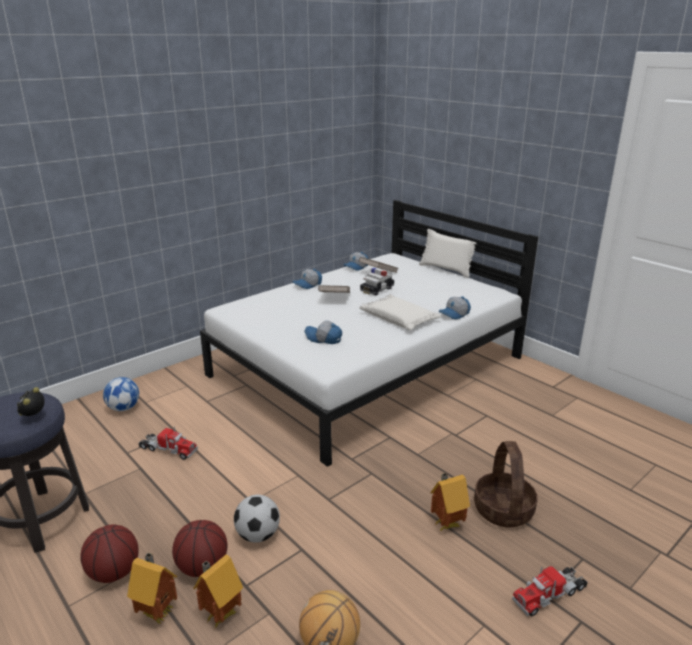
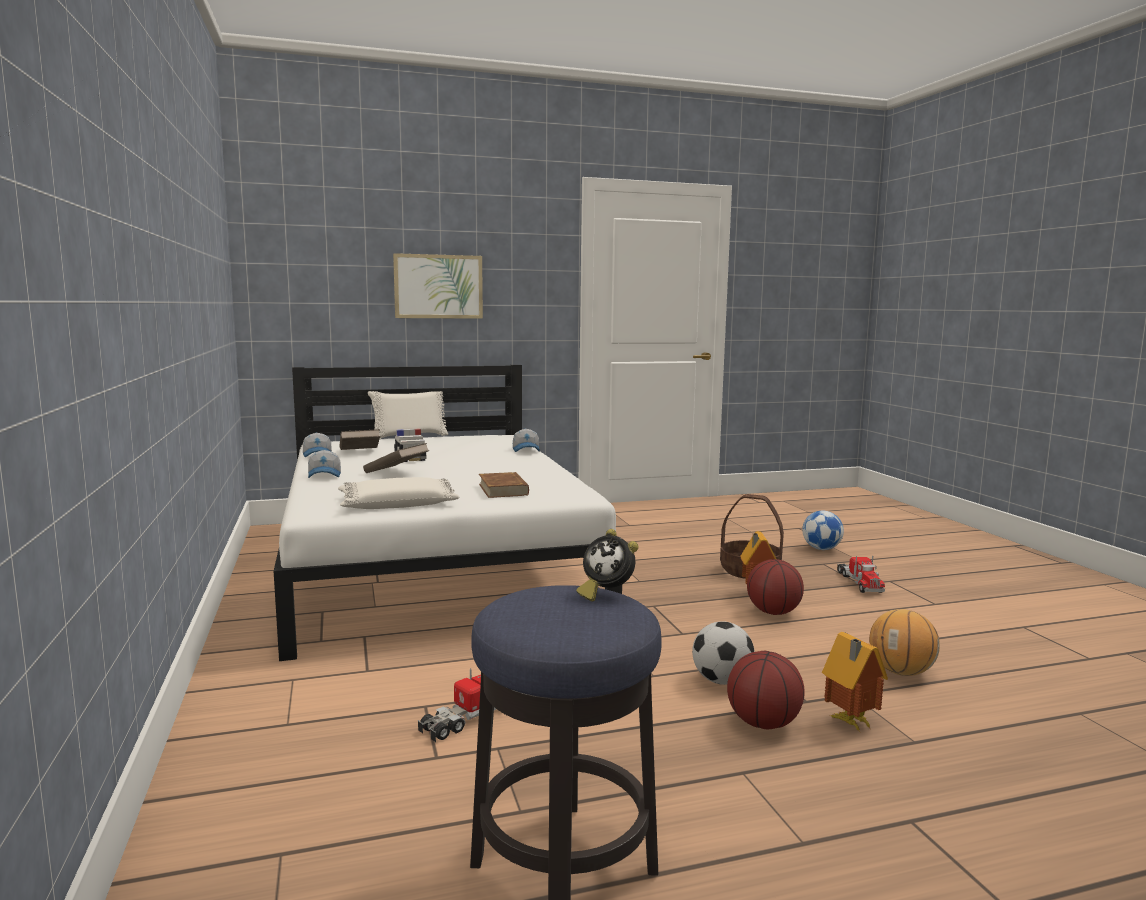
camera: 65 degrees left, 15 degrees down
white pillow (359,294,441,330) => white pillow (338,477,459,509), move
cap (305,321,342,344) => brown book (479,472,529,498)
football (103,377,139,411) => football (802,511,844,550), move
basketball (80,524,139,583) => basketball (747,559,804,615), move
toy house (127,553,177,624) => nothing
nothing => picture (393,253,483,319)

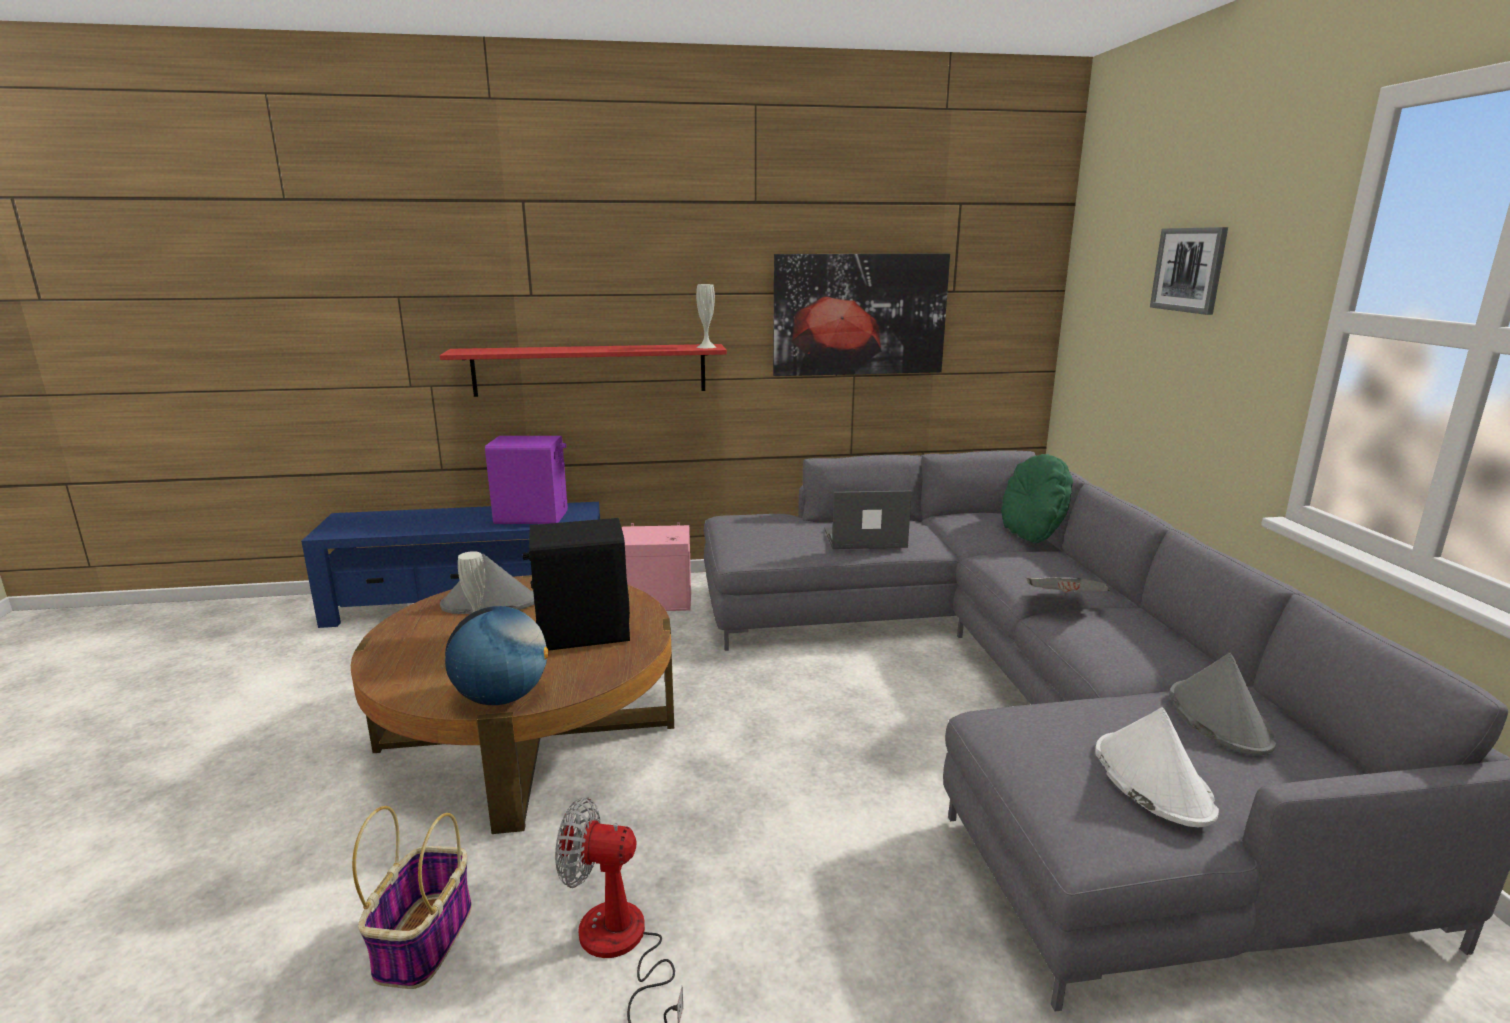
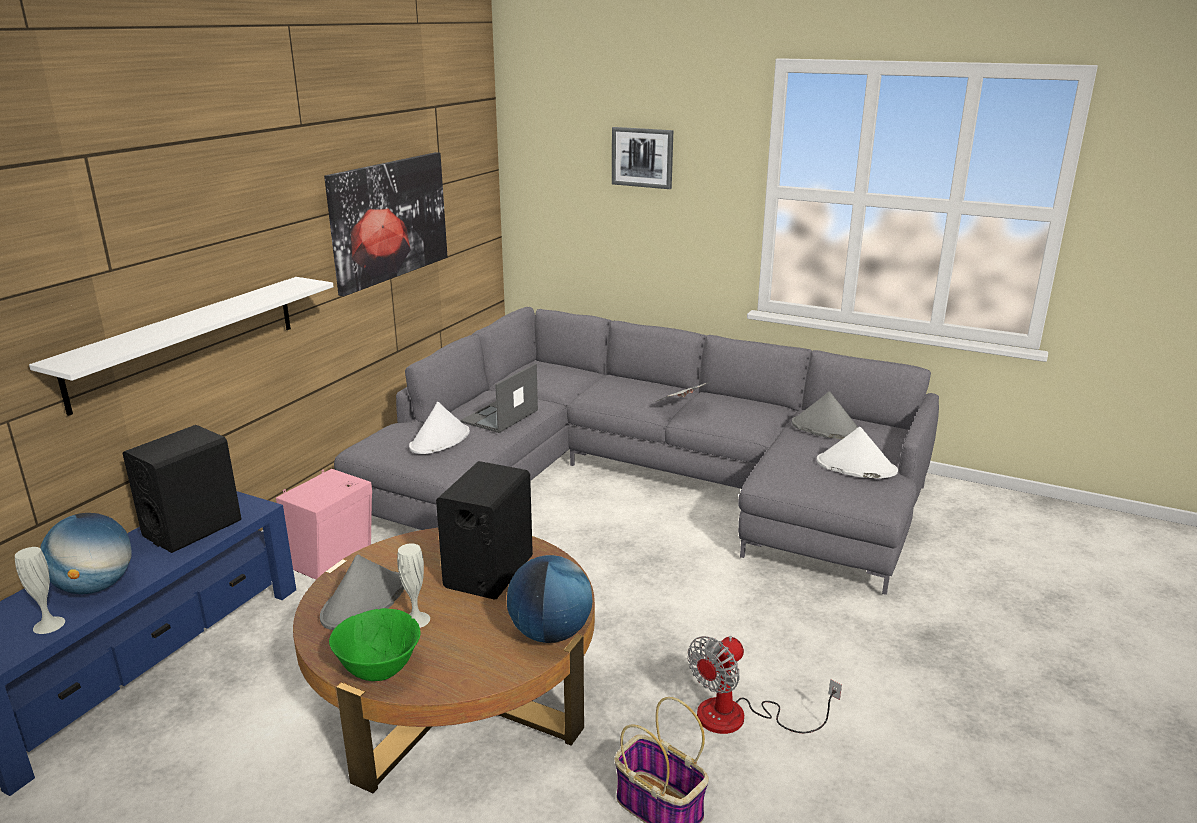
camera: 55 degrees left, 5 degrees up
white vase (696,284,716,348) => white vase (15,547,65,634), move
red shelf (440,344,727,397) => white shelf (29,277,334,416)
purple speaker (485,436,568,524) => black speaker (123,425,241,553)
green pillow (1001,454,1073,543) => nothing
nothing => white hat (409,402,470,454)
nothing => globe (40,513,132,594)
nothing => green bowl (329,608,421,681)

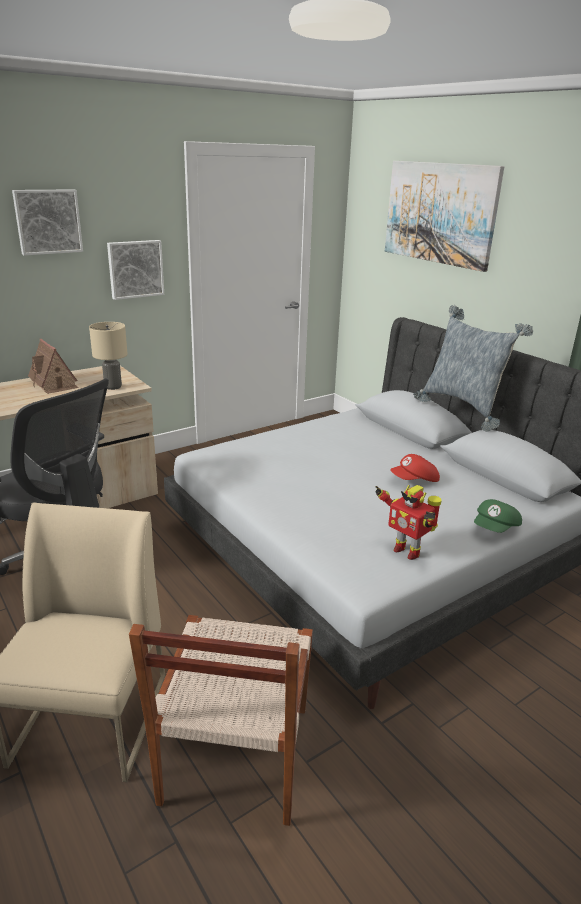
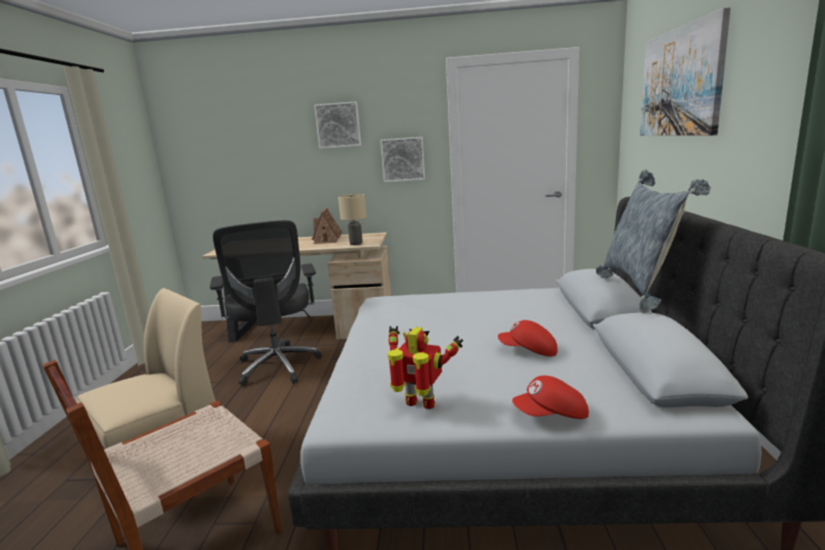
camera: 40 degrees right, 10 degrees down
toy robot (375,485,442,560) => toy robot (387,326,463,409), 120 degrees clockwise
green cap (474,499,522,533) => red cap (512,375,589,419)

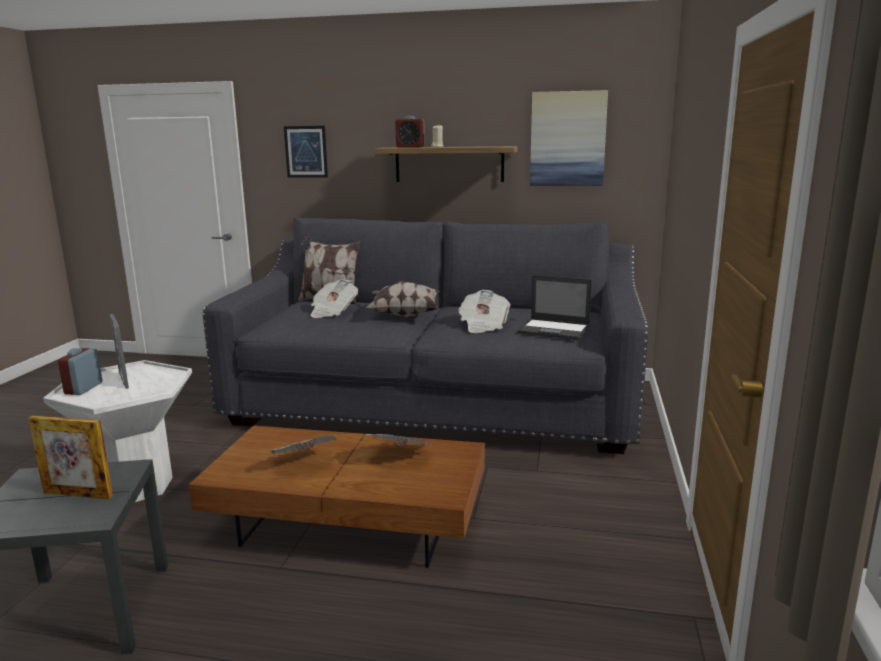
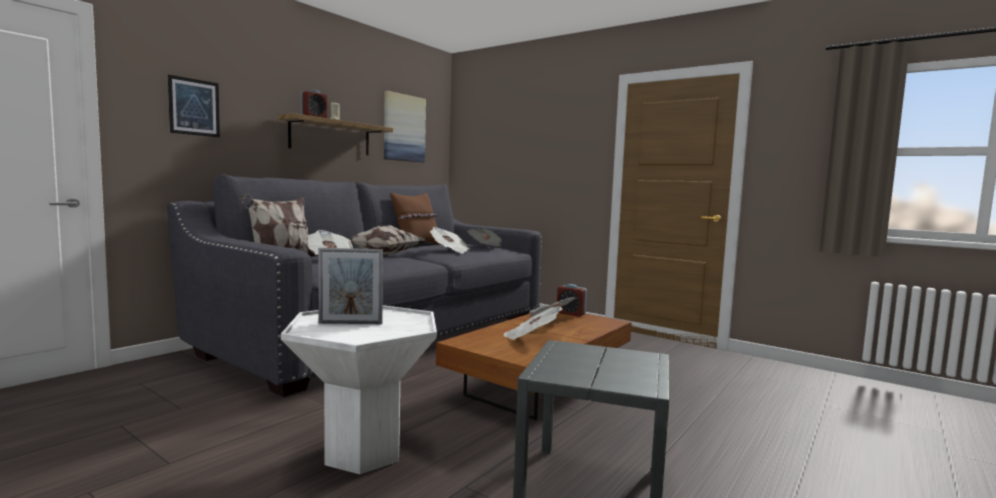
camera: 65 degrees left, 10 degrees down
laptop (517,275,592,340) => newspaper (467,227,502,246)
alarm clock (58,348,102,395) => alarm clock (557,284,587,317), move
picture frame (28,416,113,499) => nothing
nothing => brown pillow (390,192,440,244)

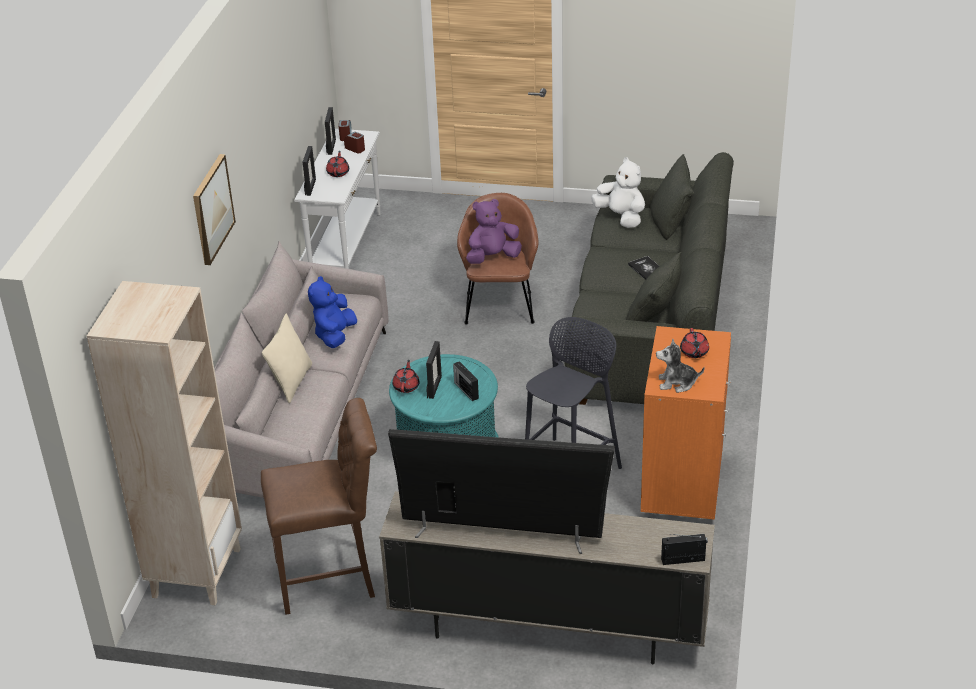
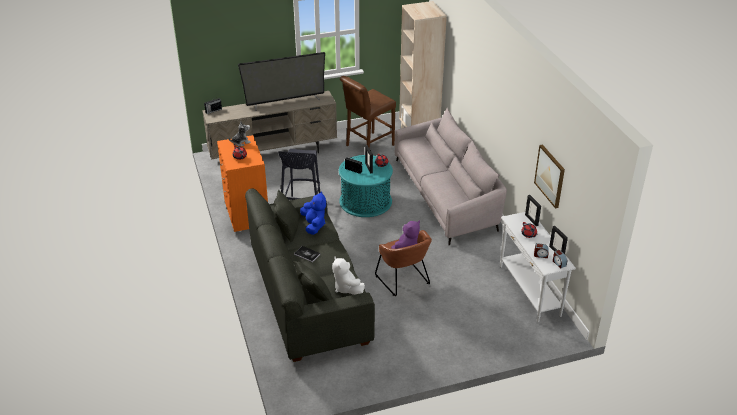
camera: 150 degrees right, 0 degrees up
picture (193,154,236,265) => picture (534,144,565,208), move
white plush toy (591,157,645,228) => white plush toy (332,257,365,295), 45 degrees clockwise
blue plush toy (308,276,357,348) => blue plush toy (300,191,326,235), move
beige pillow (262,314,312,403) => nothing

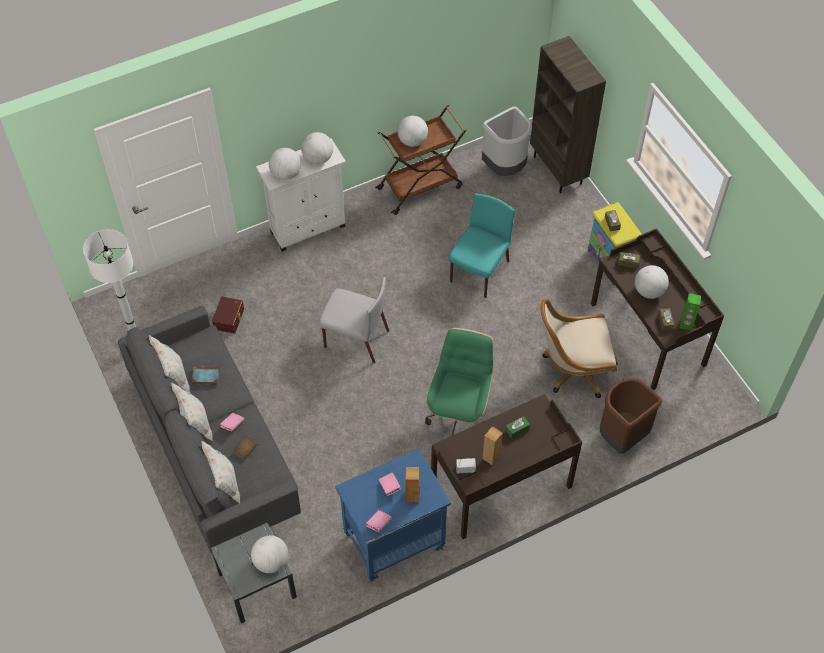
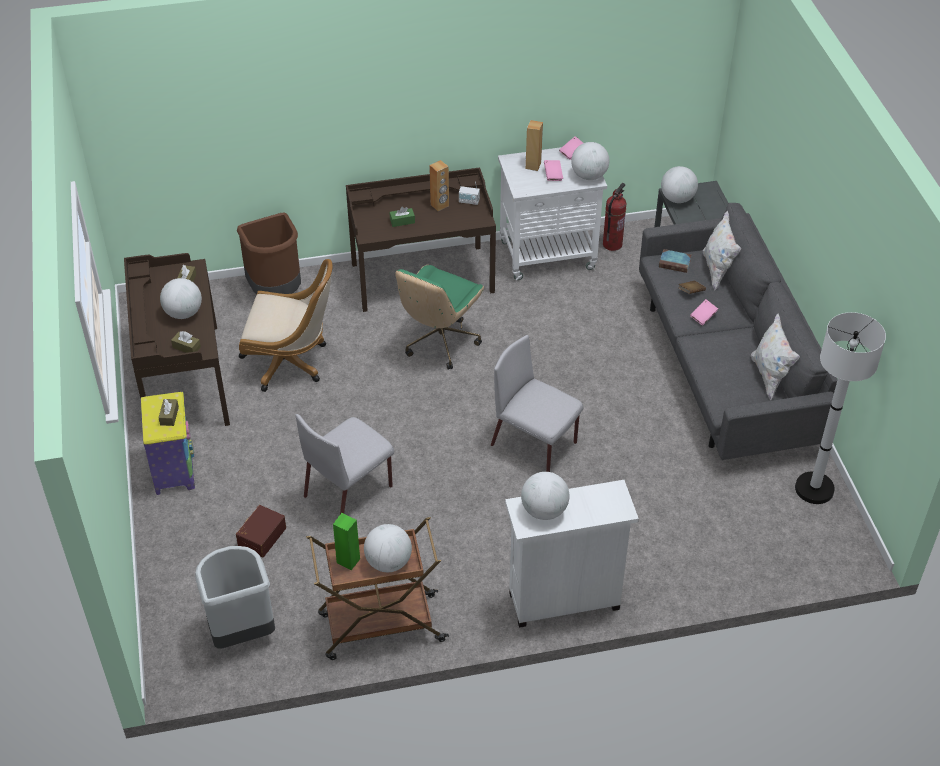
camera: 165 degrees left, 10 degrees down
brown bookcase (530,36,606,193) => nothing
globe (269,148,301,180) => globe (571,142,609,180), move
turquoise chair (448,193,515,298) => grey chair (296,414,394,514)
green speaker (679,293,701,331) => green speaker (333,513,360,570), move
brown storage box (212,296,244,334) => brown storage box (236,505,286,557), move
book (192,365,220,385) => book (659,249,692,273), move
white pillow (171,382,213,441) => nothing
blue cart (335,448,451,583) => white cart (498,147,607,281)
nothing => fire extinguisher (603,183,626,251)

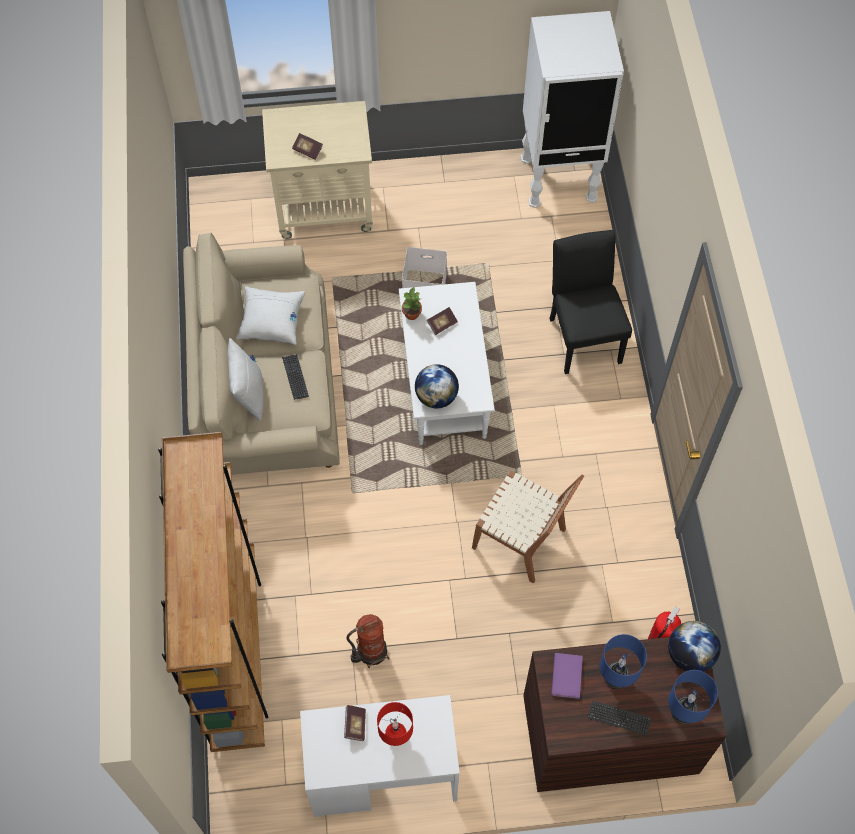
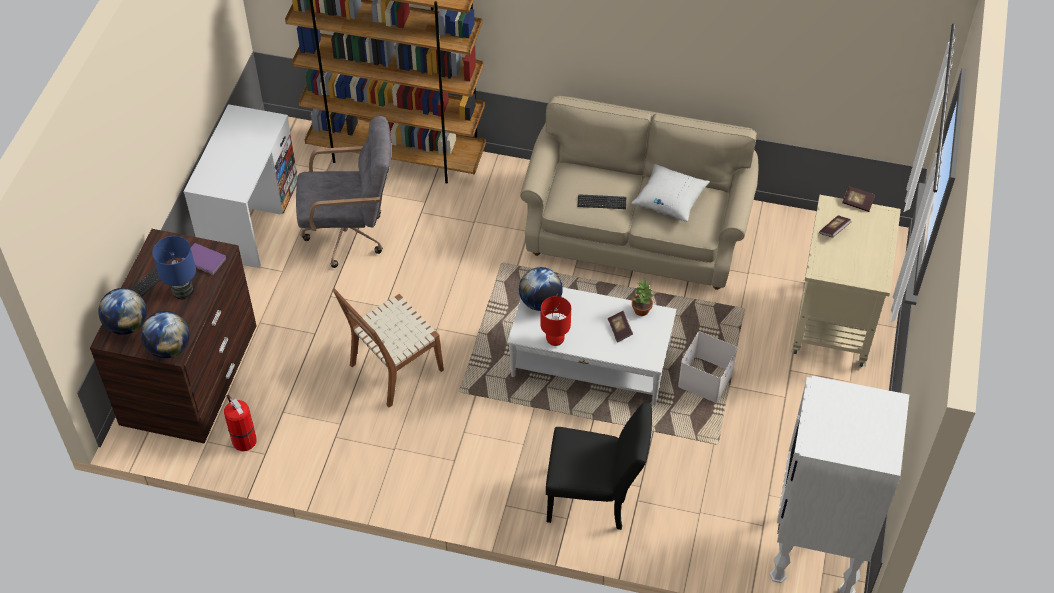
camera: 110 degrees right, 10 degrees down
grey pillow (228,338,264,421) => nothing
fire extinguisher (346,614,389,668) => grey office chair (296,116,391,268)
blue table lamp (668,670,718,724) => globe (98,288,147,335)
red table lamp (377,702,413,746) => red table lamp (540,296,571,346), move
book (344,705,366,741) => book (842,186,875,212), move

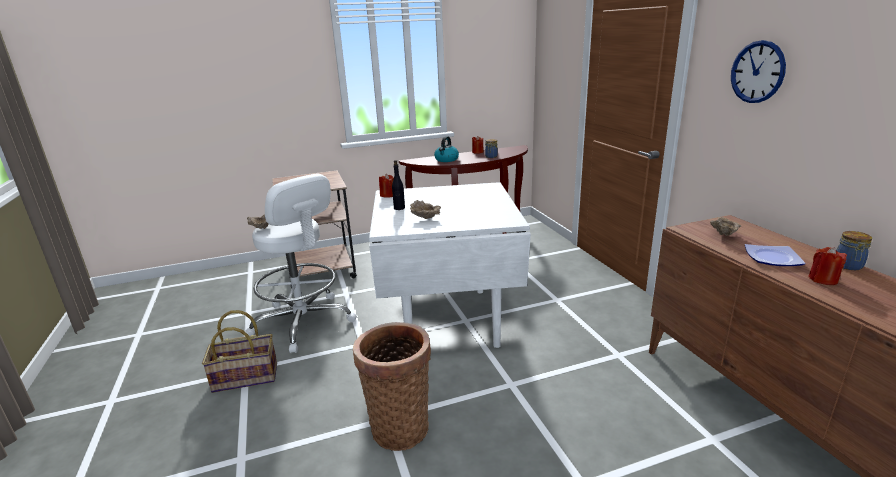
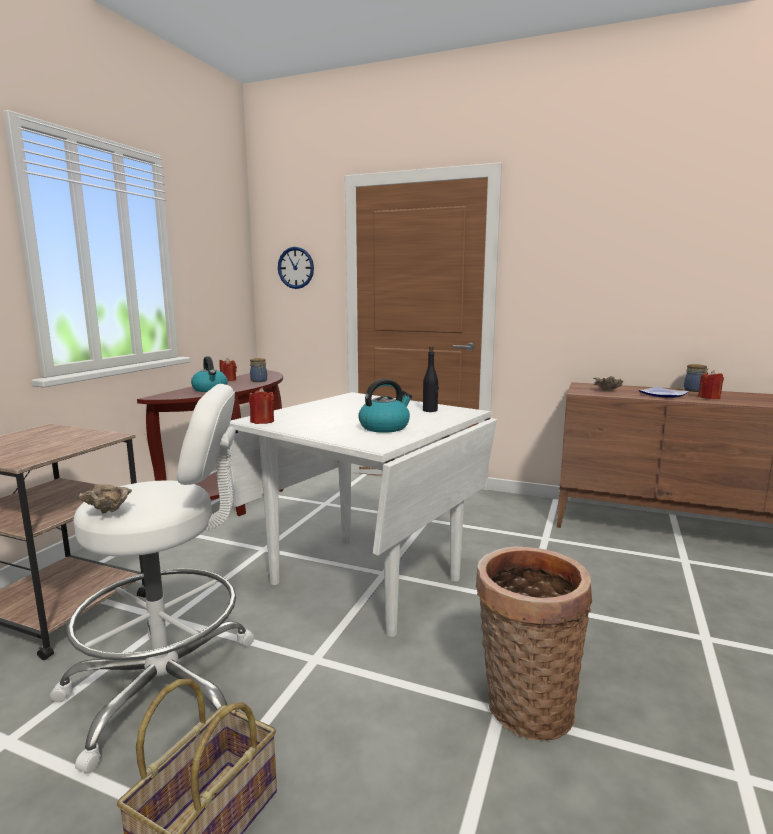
camera: 50 degrees left, 10 degrees down
wall clock (731,40,786,103) => wall clock (278,247,314,289), move
black bottle (392,160,405,210) => black bottle (423,346,439,412), move
beige bowl (410,200,441,219) => kettle (358,379,412,433)

